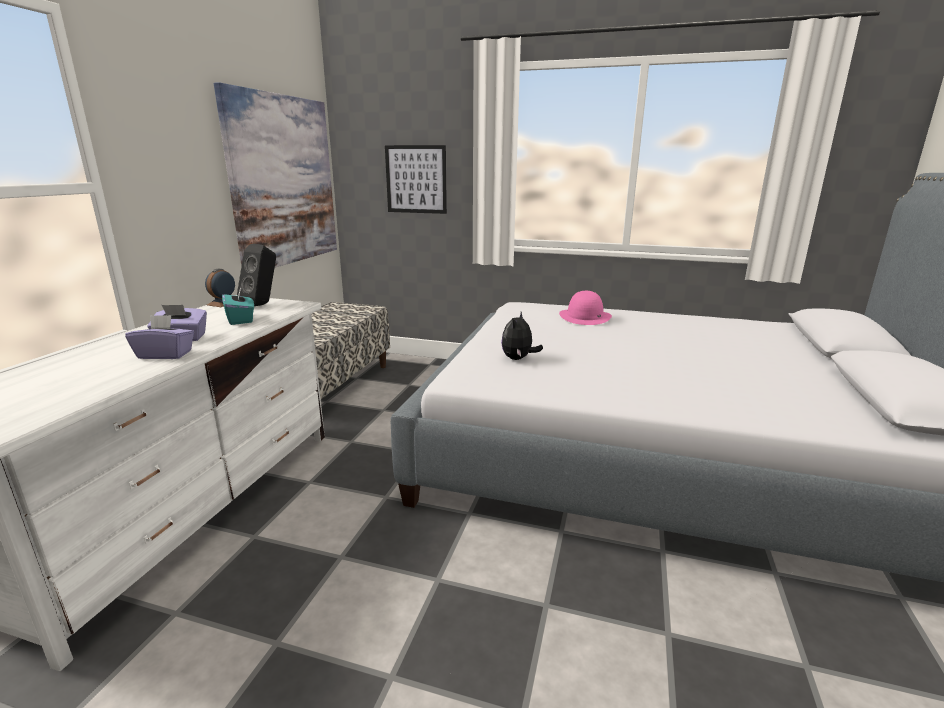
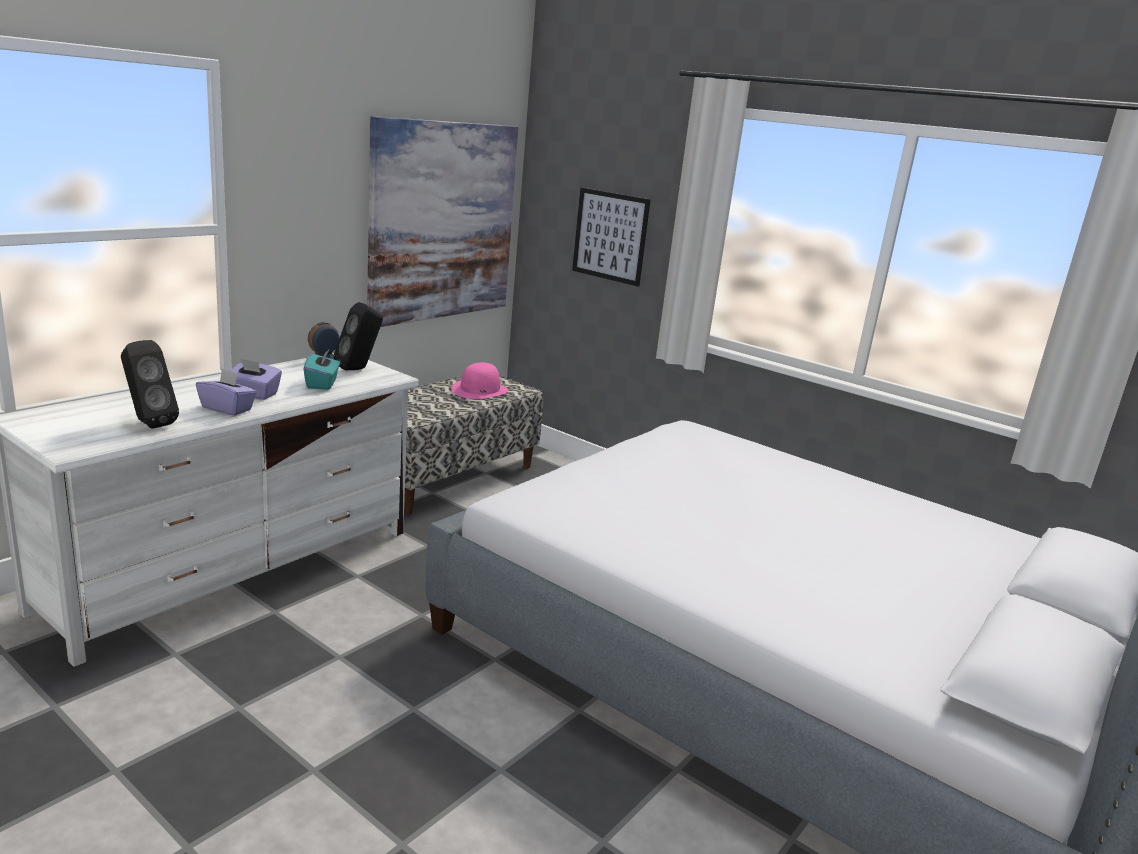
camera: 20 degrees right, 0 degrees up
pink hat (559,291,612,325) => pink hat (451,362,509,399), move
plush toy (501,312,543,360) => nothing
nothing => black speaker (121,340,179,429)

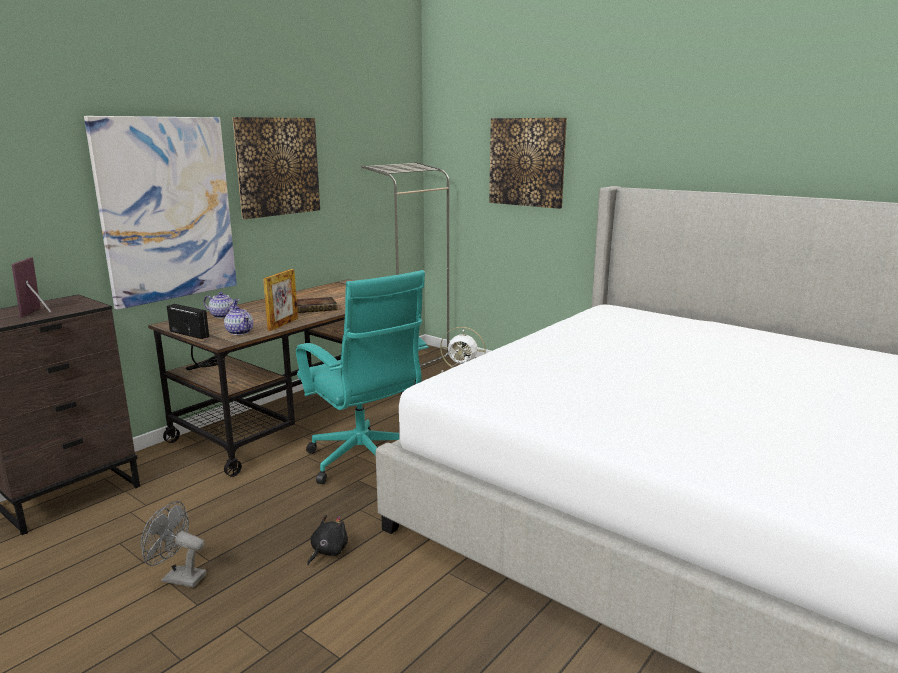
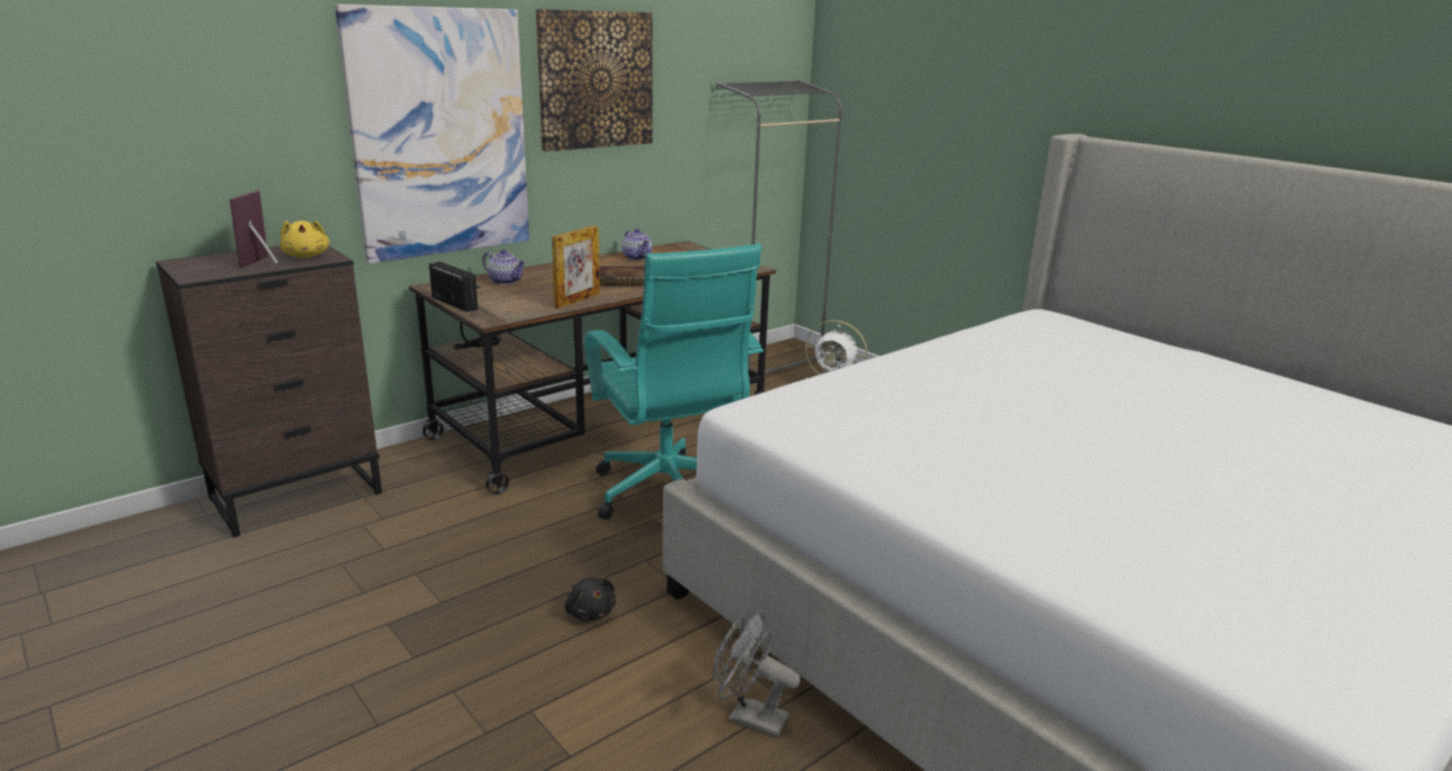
camera: 10 degrees right, 5 degrees up
picture (489,118,567,209) => nothing
teapot (224,306,253,335) => teapot (622,228,652,260), move
grey fan (141,501,206,588) => grey fan (713,610,800,738), move
black plush toy (307,515,348,566) => black plush toy (565,577,616,621), 105 degrees clockwise
nothing => yellow plush toy (280,220,329,258)

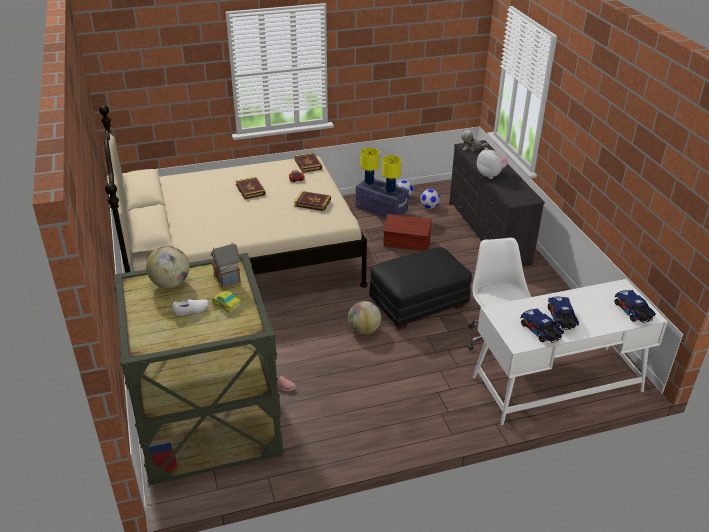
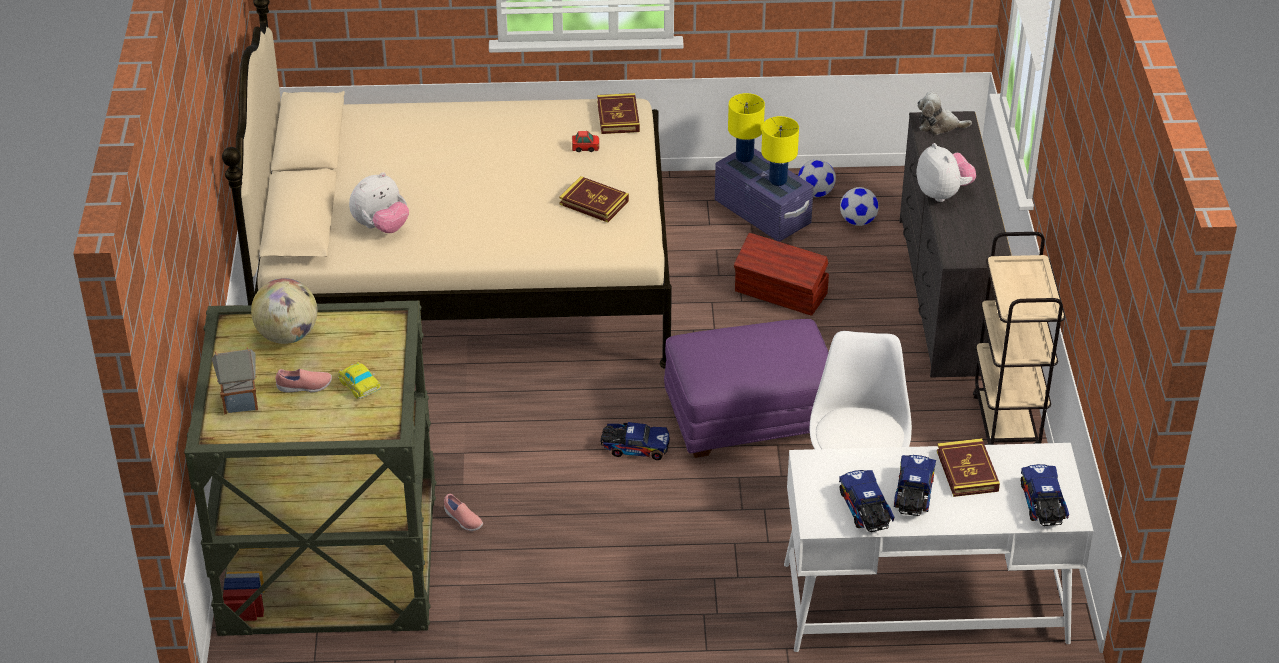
camera: 15 degrees right, 5 degrees up
book (236,177,266,199) => book (937,438,1000,497), move
toy house (210,243,241,288) => toy house (212,347,258,414), move
black ottoman (369,247,472,330) => purple ottoman (664,319,829,458)
white shoe (172,299,209,316) => pink shoe (275,369,332,393)
globe (348,301,381,335) => toy truck (601,422,670,460)
nothing => plush toy (349,172,409,233)
nothing => beige cart (973,232,1065,445)

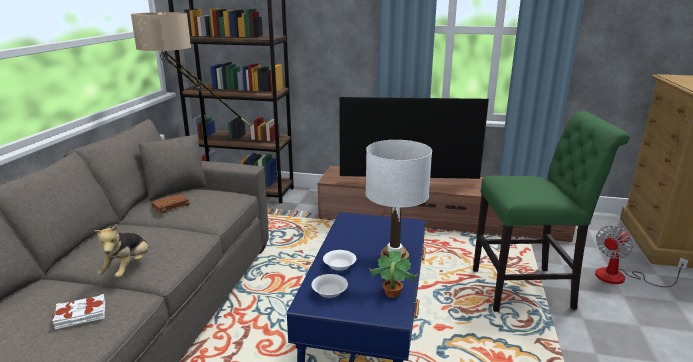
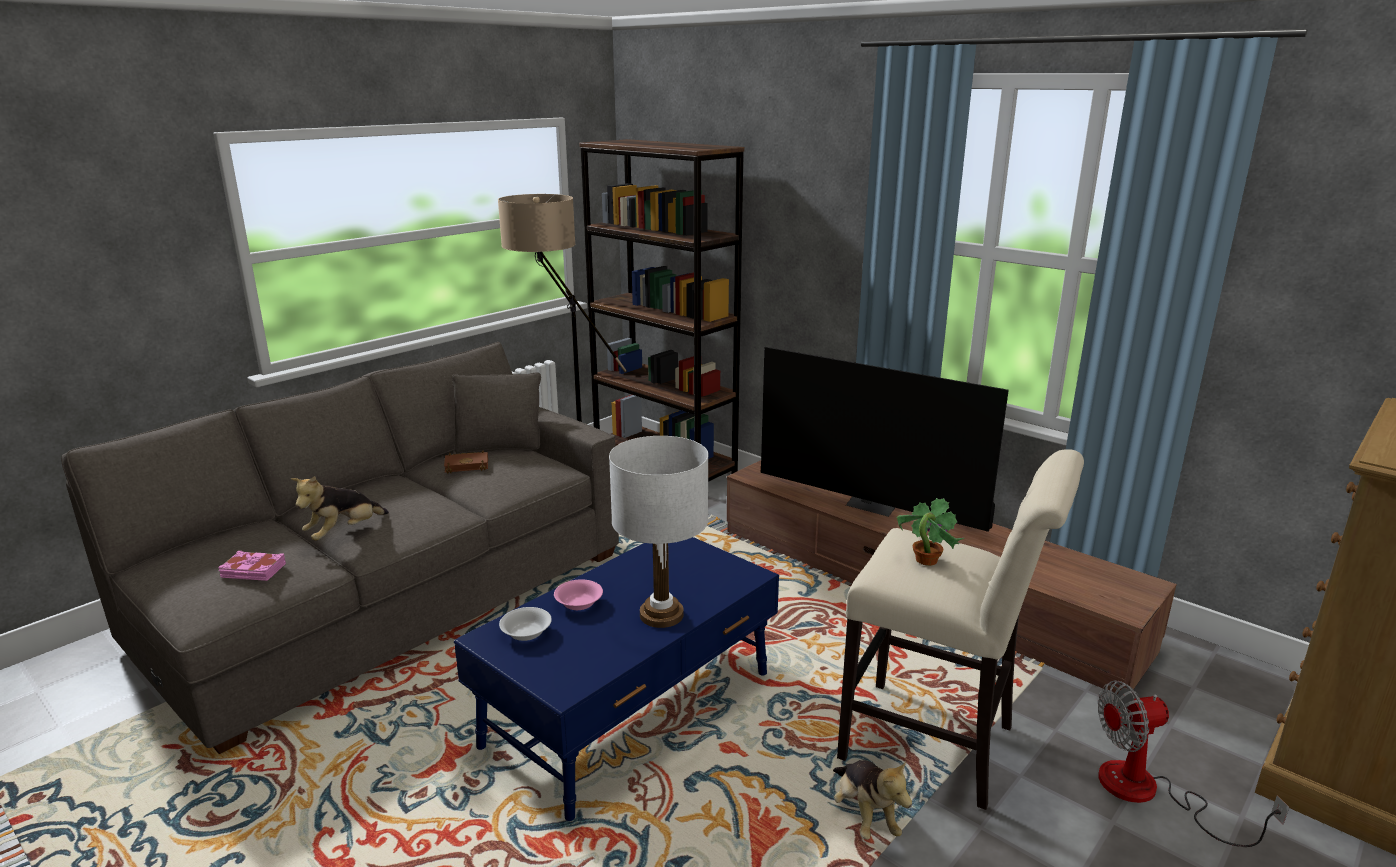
camera: 30 degrees right, 0 degrees up
green stool (473,111,630,312) => beige stool (837,449,1084,810)
white bowl (323,250,356,271) => pink bowl (554,579,603,610)
potted plant (369,250,418,298) => potted plant (897,498,964,566), move
white book (53,294,105,329) => pink book (218,551,286,581)
nothing => plush toy (833,760,912,840)

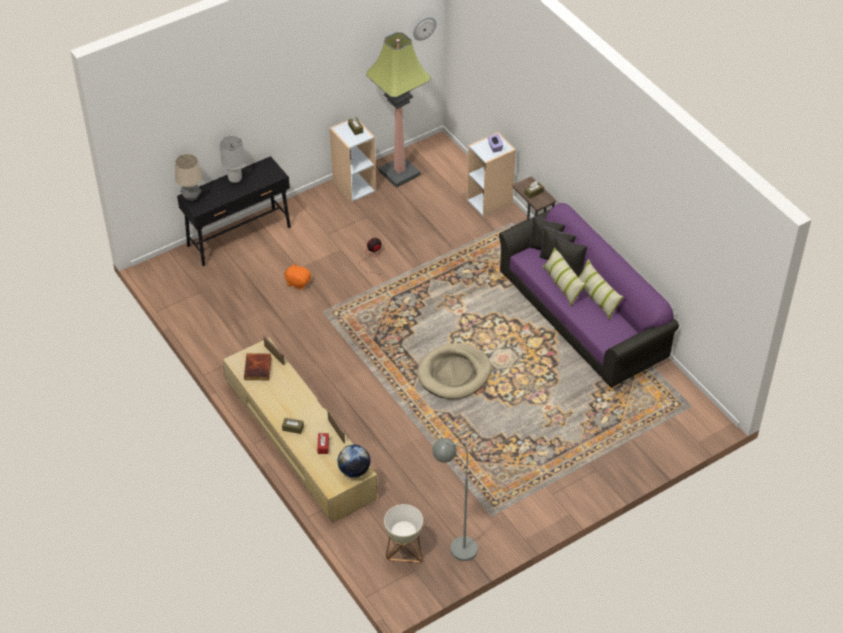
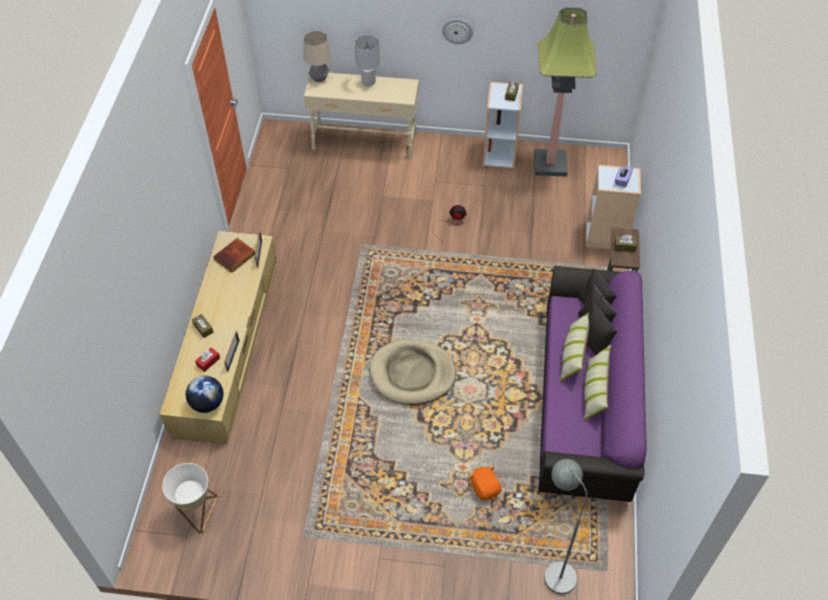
camera: 40 degrees right, 5 degrees up
wall clock (413,16,437,41) => wall clock (442,19,473,44), move
black console table (177,156,291,266) => beige console table (304,73,419,158)
orange plush toy (284,263,311,290) => orange plush toy (469,466,501,500), move
grey floor lamp (432,438,478,561) => grey floor lamp (544,459,587,594), move

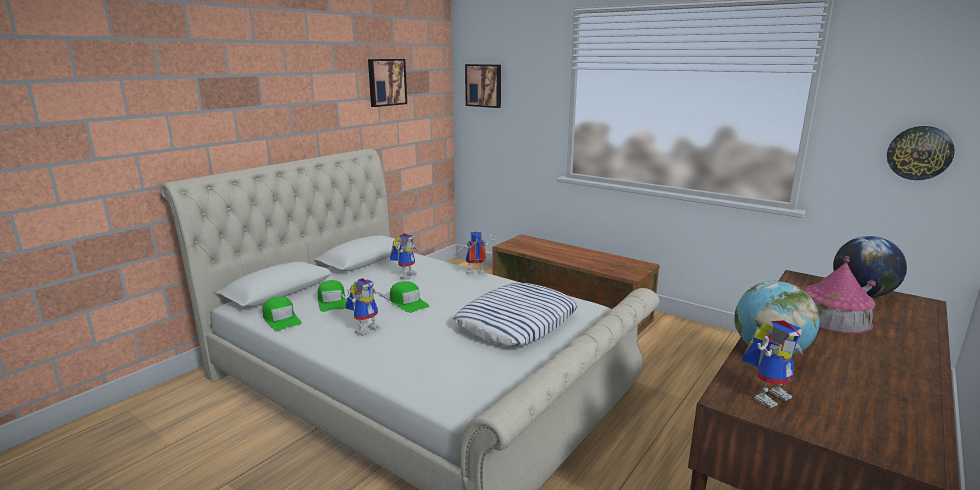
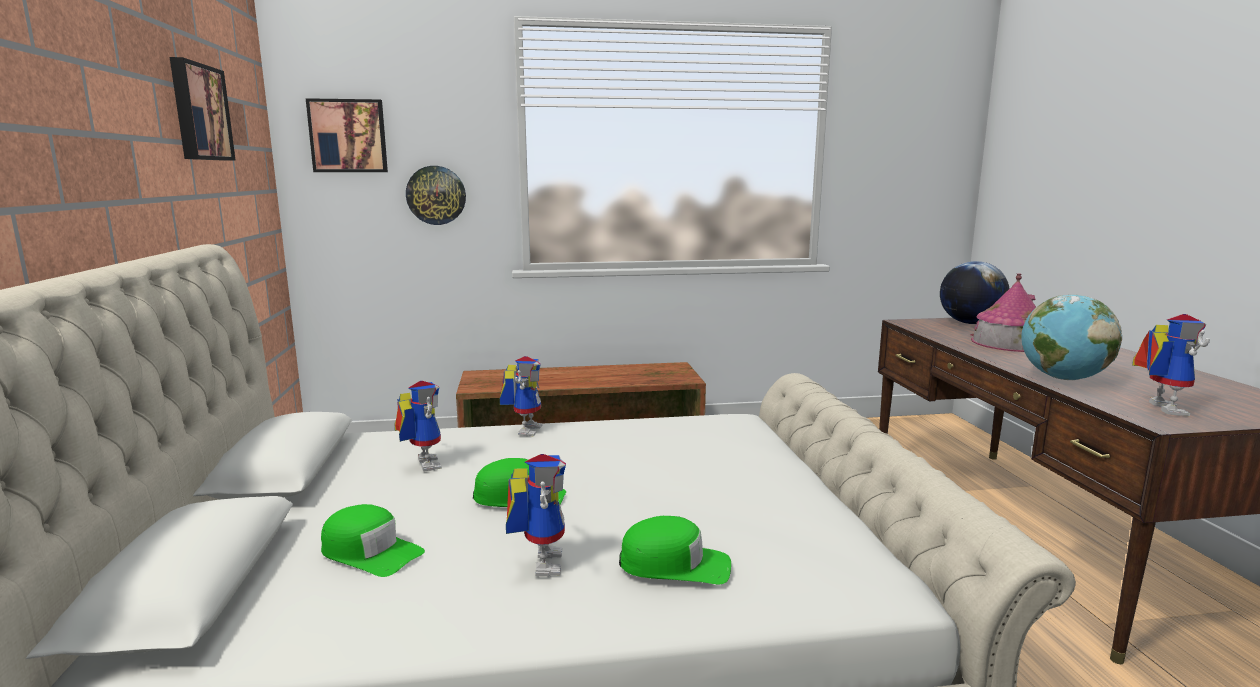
camera: 45 degrees left, 5 degrees down
wall clock (887,126,955,180) => wall clock (406,166,466,225), move
toy robot (454,231,497,275) => toy robot (500,356,543,436), 150 degrees clockwise
pillow (453,283,578,346) => nothing
green cap (262,296,302,331) => green cap (619,516,731,584), move

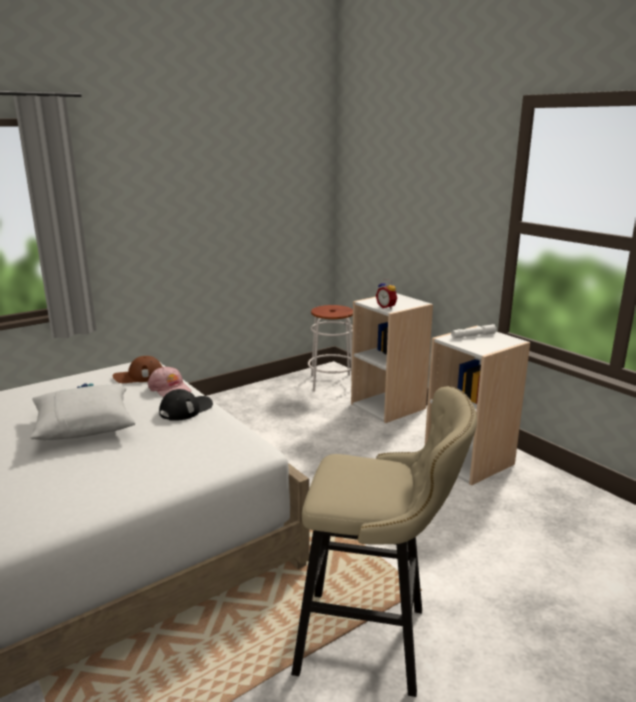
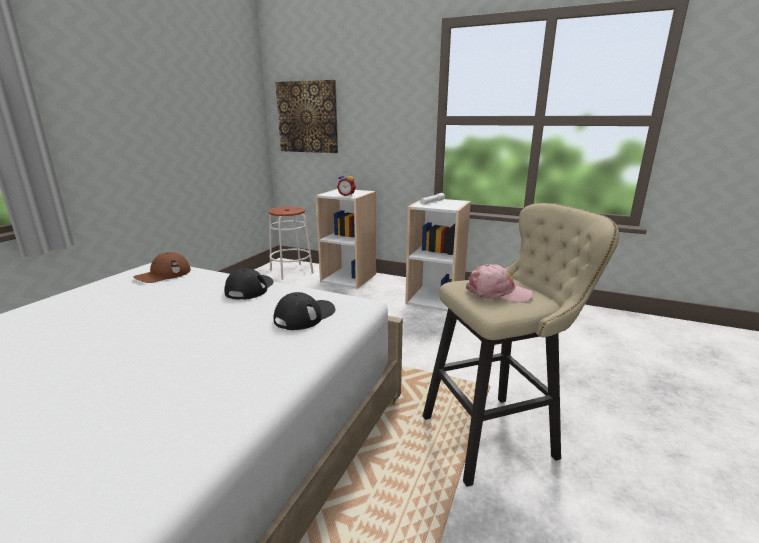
camera: 30 degrees left, 0 degrees up
pink cap (148,366,192,397) => pink cap (466,264,533,303), move
grey pillow (30,383,135,440) => nothing
nothing => picture (275,80,338,153)
nothing => black cap (274,292,335,330)

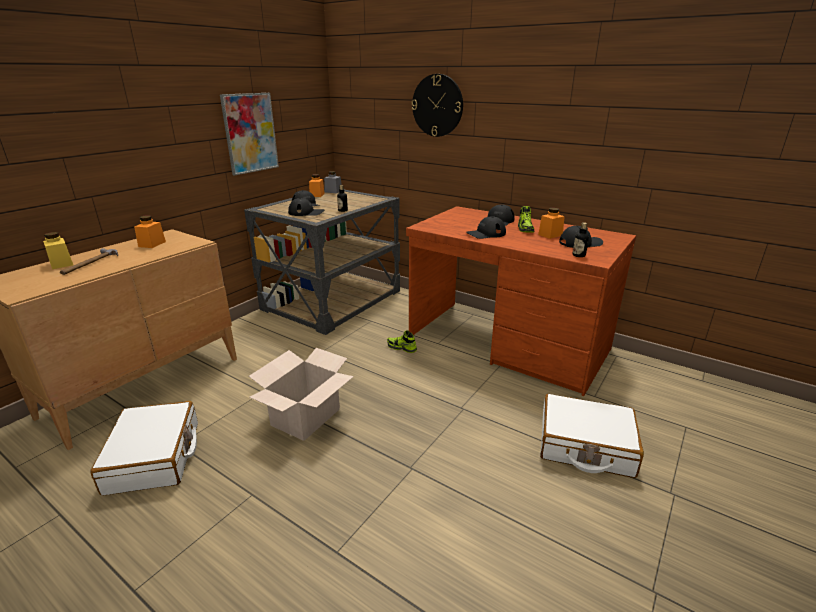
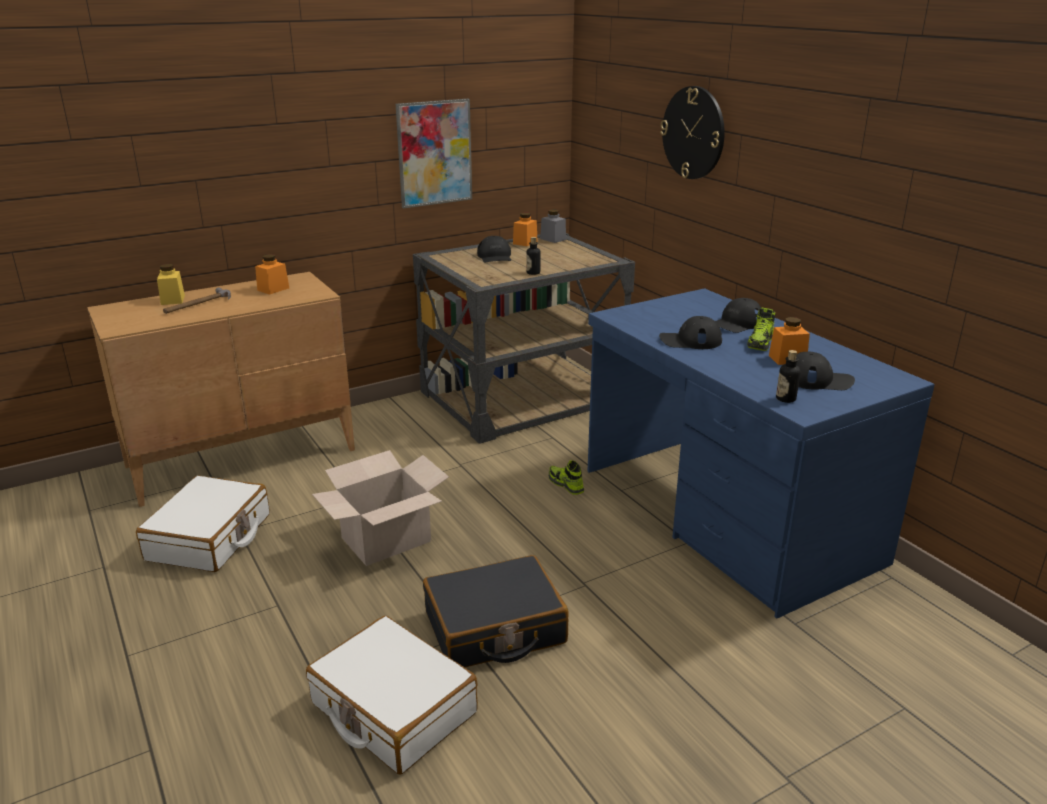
camera: 25 degrees right, 0 degrees up
black cap (288,198,324,216) => nothing
brown desk (406,206,636,396) => blue desk (587,288,935,618)
white suitcase (540,394,644,478) => white suitcase (306,616,478,774), move
nothing => black suitcase (423,555,568,667)

